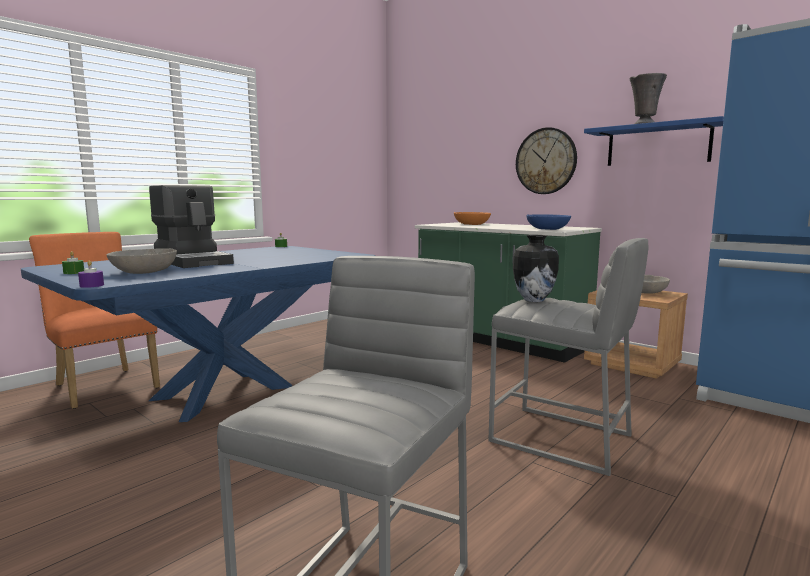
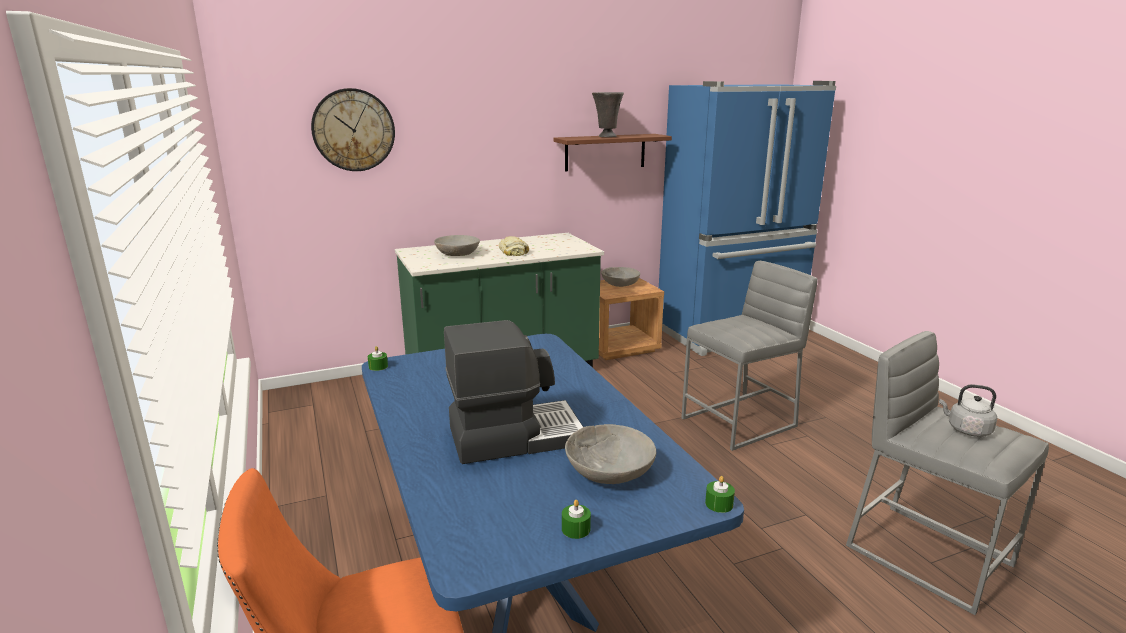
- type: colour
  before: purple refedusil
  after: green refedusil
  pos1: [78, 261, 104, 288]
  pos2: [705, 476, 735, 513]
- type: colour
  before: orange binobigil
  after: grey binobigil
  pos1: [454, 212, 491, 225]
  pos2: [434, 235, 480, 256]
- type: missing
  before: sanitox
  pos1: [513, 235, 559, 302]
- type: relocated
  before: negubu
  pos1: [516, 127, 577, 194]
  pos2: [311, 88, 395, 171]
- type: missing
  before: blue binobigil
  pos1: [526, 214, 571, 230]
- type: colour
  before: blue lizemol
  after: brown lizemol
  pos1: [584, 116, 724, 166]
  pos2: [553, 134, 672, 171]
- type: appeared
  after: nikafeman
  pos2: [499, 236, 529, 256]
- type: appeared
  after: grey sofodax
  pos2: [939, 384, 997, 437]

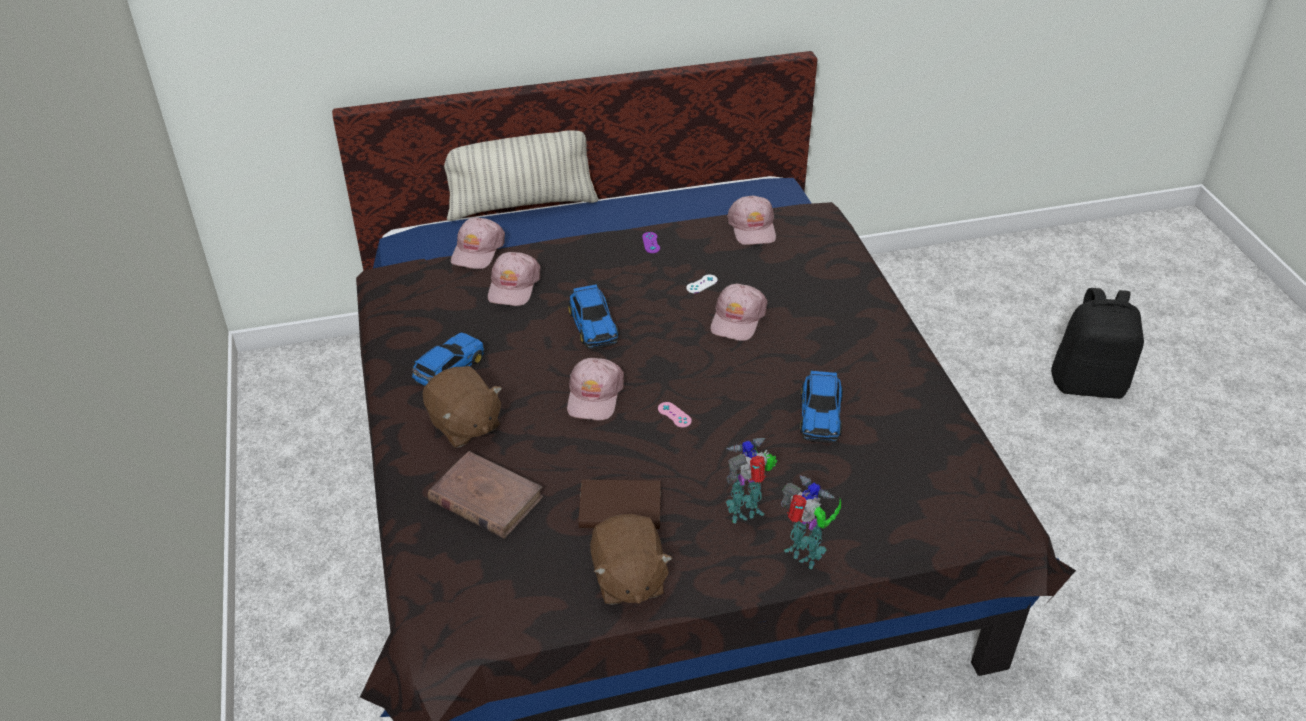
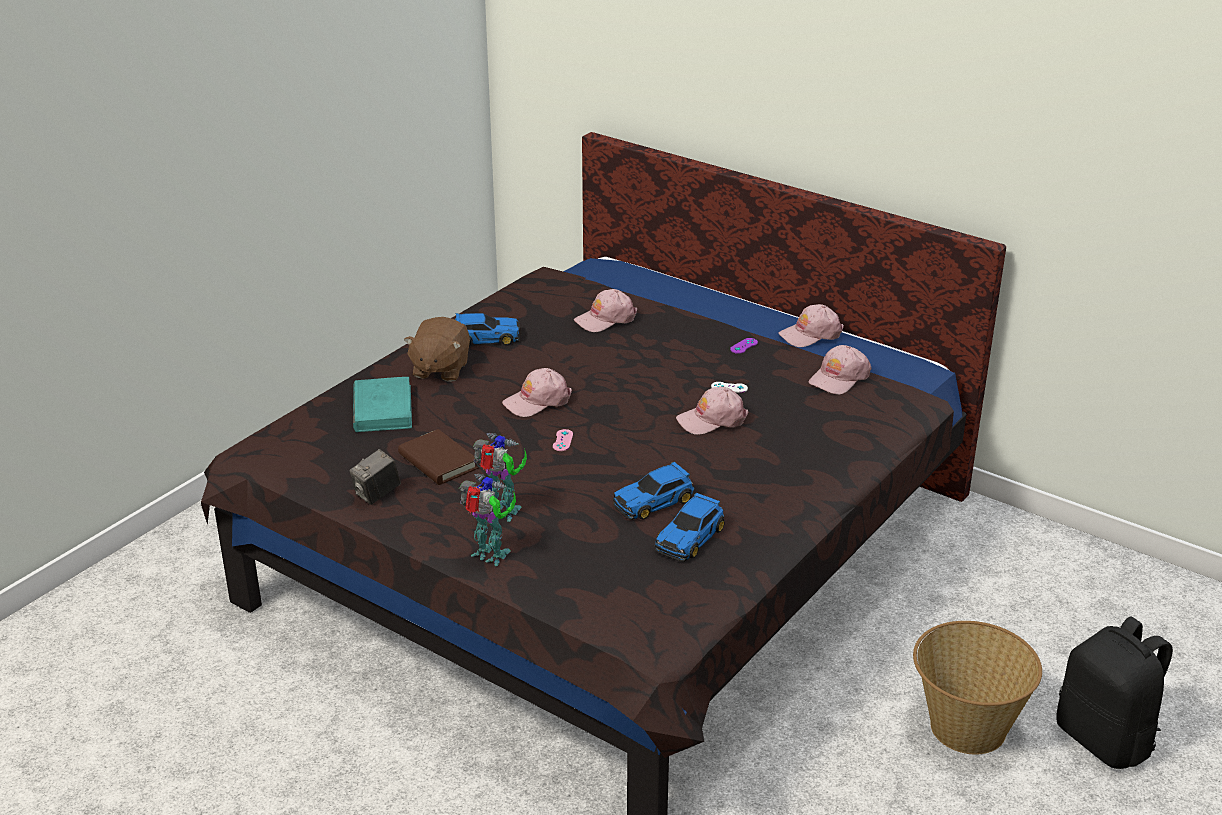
- type: colour
  before: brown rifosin
  after: turquoise rifosin
  pos1: [428, 451, 543, 539]
  pos2: [353, 377, 412, 432]
- type: missing
  before: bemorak
  pos1: [444, 130, 599, 221]
- type: relocated
  before: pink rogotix
  pos1: [451, 217, 505, 269]
  pos2: [778, 304, 844, 347]
- type: relocated
  before: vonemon
  pos1: [568, 284, 619, 349]
  pos2: [654, 493, 725, 562]
- type: exchanged
  before: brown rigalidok
  after: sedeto
  pos1: [590, 514, 673, 605]
  pos2: [349, 449, 401, 505]
- type: spun
  before: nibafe
  pos1: [781, 475, 841, 569]
  pos2: [459, 474, 516, 566]
  turn: -60
- type: appeared
  after: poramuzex
  pos2: [913, 621, 1042, 755]

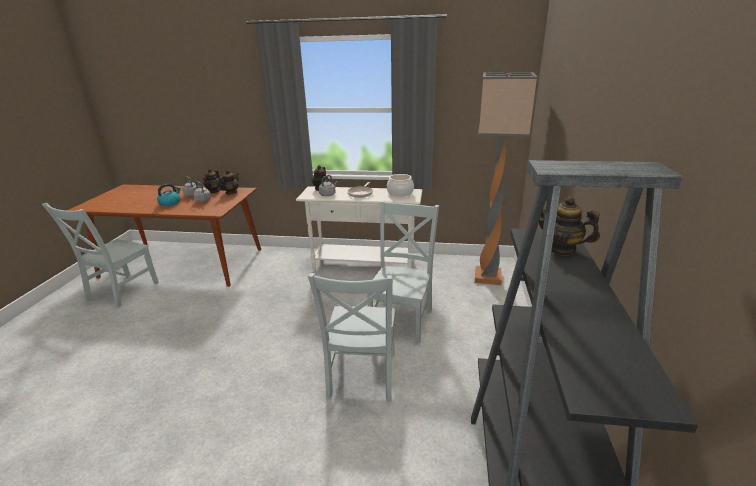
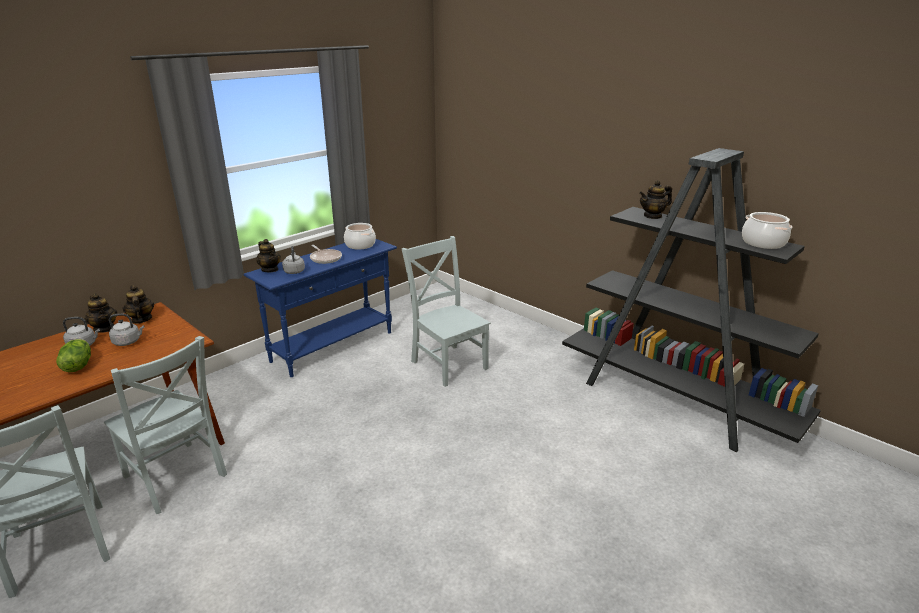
- type: exchanged
  before: sofodax
  after: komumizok
  pos1: [157, 184, 181, 206]
  pos2: [56, 339, 91, 372]
- type: colour
  before: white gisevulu
  after: blue gisevulu
  pos1: [296, 186, 423, 271]
  pos2: [244, 239, 397, 377]
- type: relocated
  before: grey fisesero
  pos1: [308, 273, 395, 402]
  pos2: [104, 336, 227, 514]
- type: missing
  before: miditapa
  pos1: [475, 72, 538, 285]
- type: appeared
  after: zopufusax
  pos2: [742, 212, 792, 249]

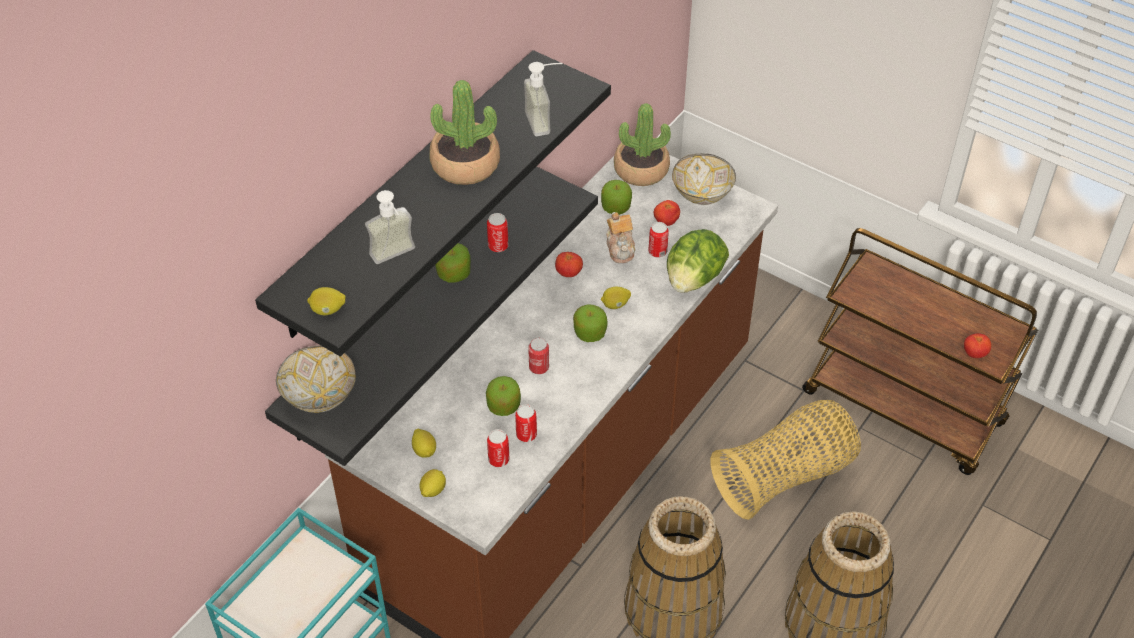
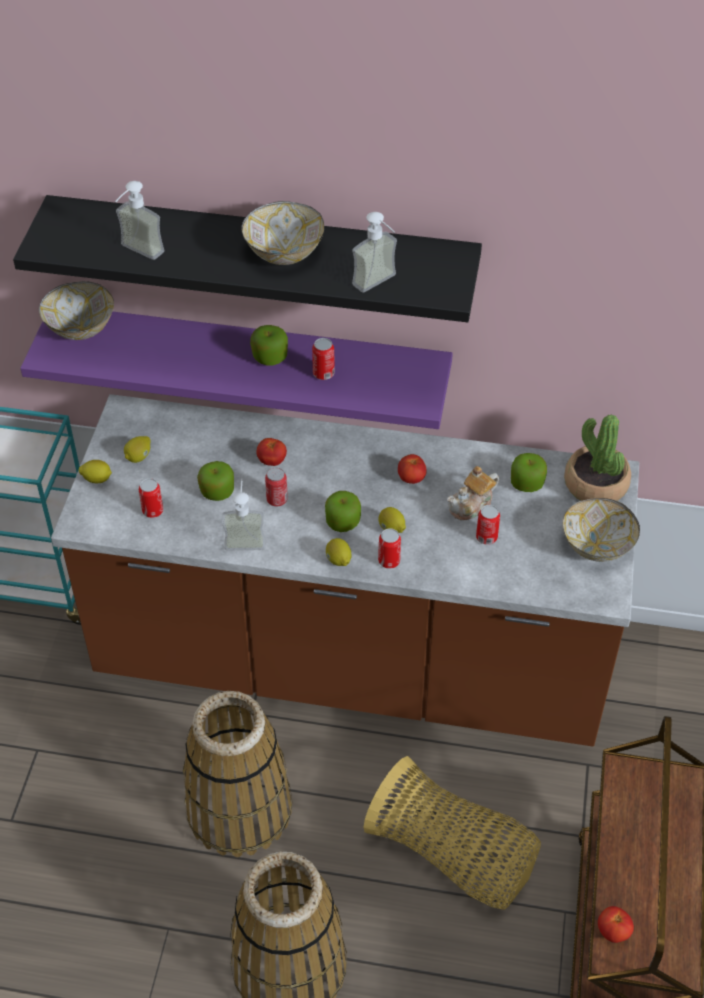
- type: colour
  before: black lizemol
  after: purple lizemol
  pos1: [265, 166, 598, 466]
  pos2: [20, 312, 453, 429]
- type: relocated
  before: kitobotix
  pos1: [307, 287, 345, 315]
  pos2: [326, 538, 351, 566]
- type: exchanged
  before: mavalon
  after: binobigil
  pos1: [429, 80, 500, 185]
  pos2: [241, 201, 324, 265]
- type: relocated
  before: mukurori
  pos1: [515, 404, 537, 442]
  pos2: [378, 528, 401, 569]
- type: relocated
  before: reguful
  pos1: [654, 200, 680, 226]
  pos2: [256, 438, 287, 466]
- type: missing
  before: komumizok
  pos1: [667, 229, 729, 293]
- type: appeared
  after: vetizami
  pos2: [222, 479, 266, 550]

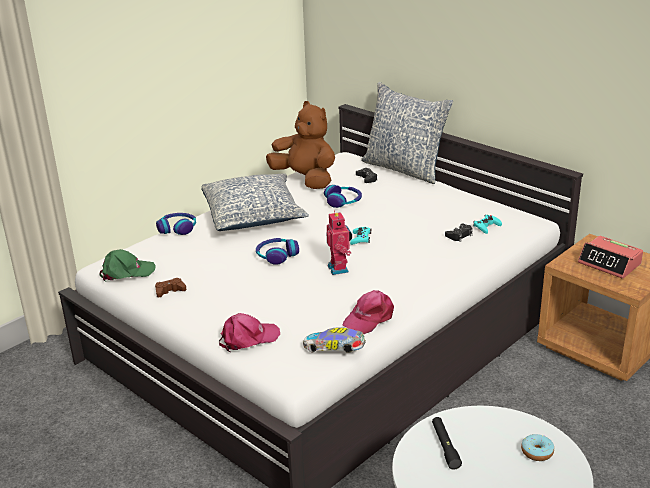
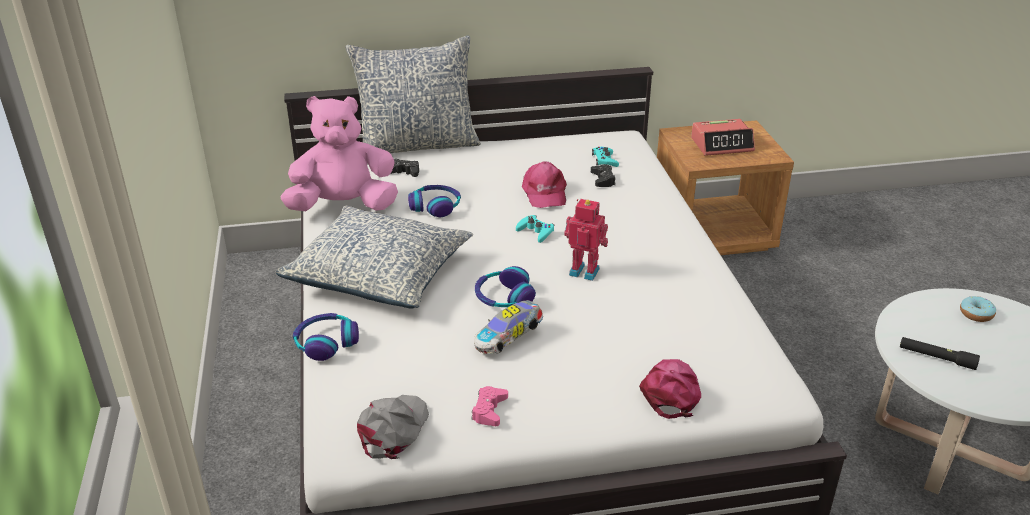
- type: colour
  before: green rogotix
  after: grey rogotix
  pos1: [99, 249, 156, 282]
  pos2: [357, 395, 429, 459]
- type: colour
  before: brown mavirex
  after: pink mavirex
  pos1: [155, 278, 187, 297]
  pos2: [471, 386, 508, 426]
- type: colour
  before: brown rigalidok
  after: pink rigalidok
  pos1: [266, 101, 335, 189]
  pos2: [281, 96, 398, 211]
- type: relocated
  before: vonemon
  pos1: [303, 328, 366, 353]
  pos2: [474, 300, 543, 354]
- type: relocated
  before: pink rogotix
  pos1: [343, 290, 394, 334]
  pos2: [522, 161, 567, 208]

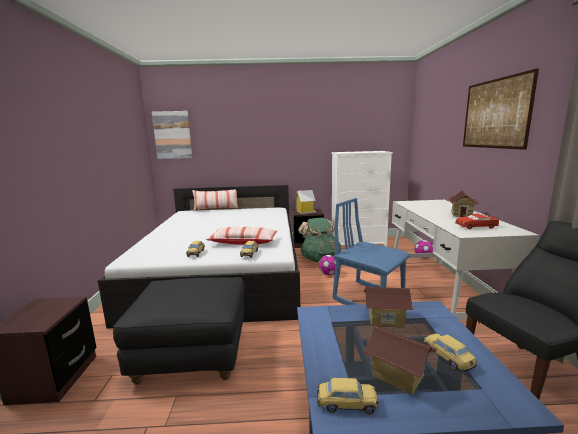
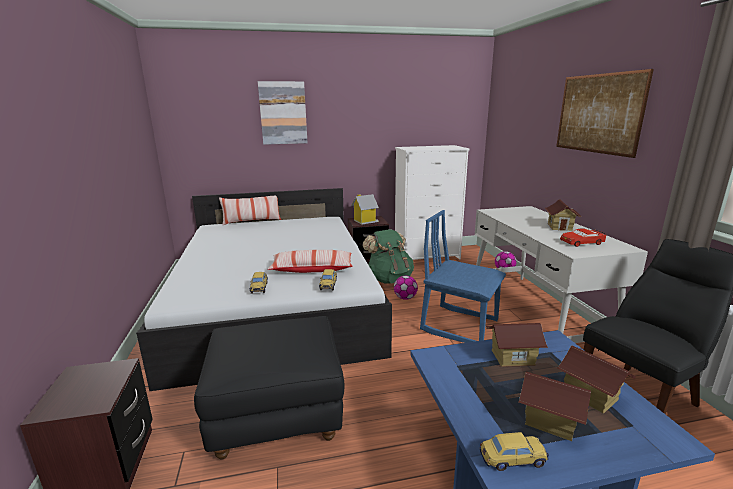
- type: relocated
  before: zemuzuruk
  pos1: [152, 111, 192, 159]
  pos2: [258, 81, 308, 145]
- type: exchanged
  before: vonemon
  after: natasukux
  pos1: [423, 333, 477, 371]
  pos2: [557, 345, 636, 414]

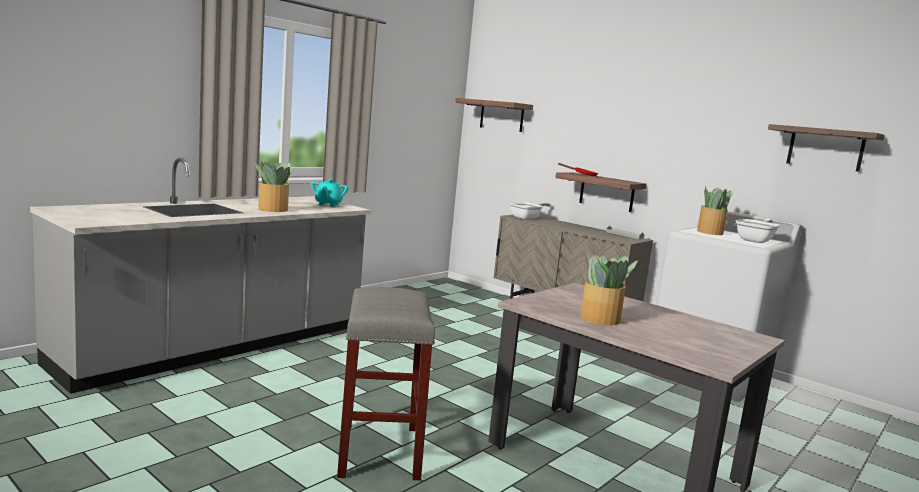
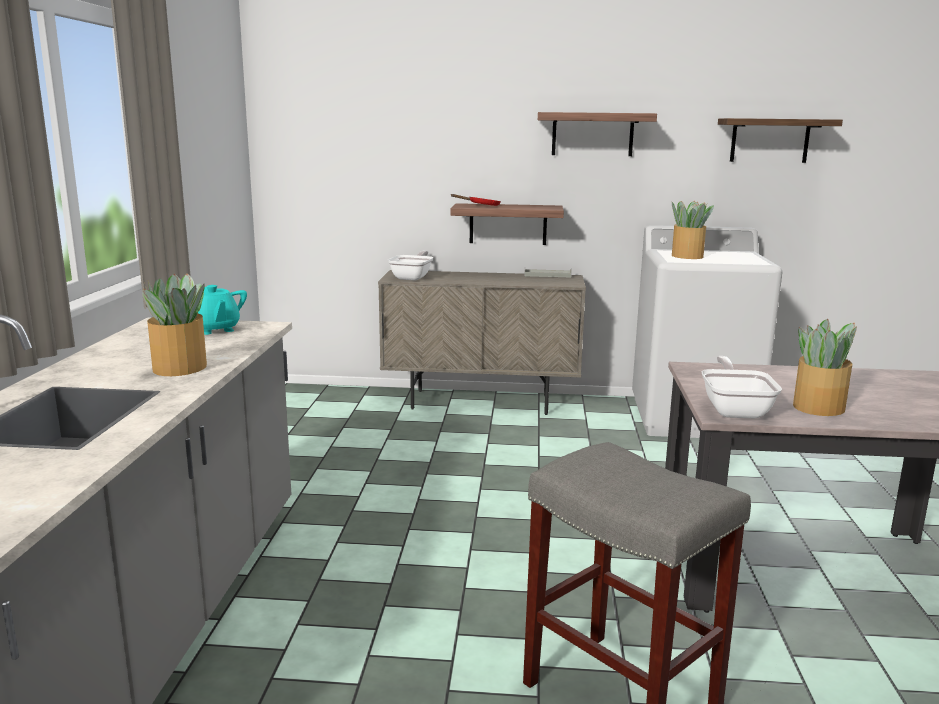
- type: relocated
  before: lizemol
  pos1: [455, 98, 533, 132]
  pos2: [538, 112, 657, 156]
- type: relocated
  before: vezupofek
  pos1: [736, 219, 780, 243]
  pos2: [702, 356, 782, 418]

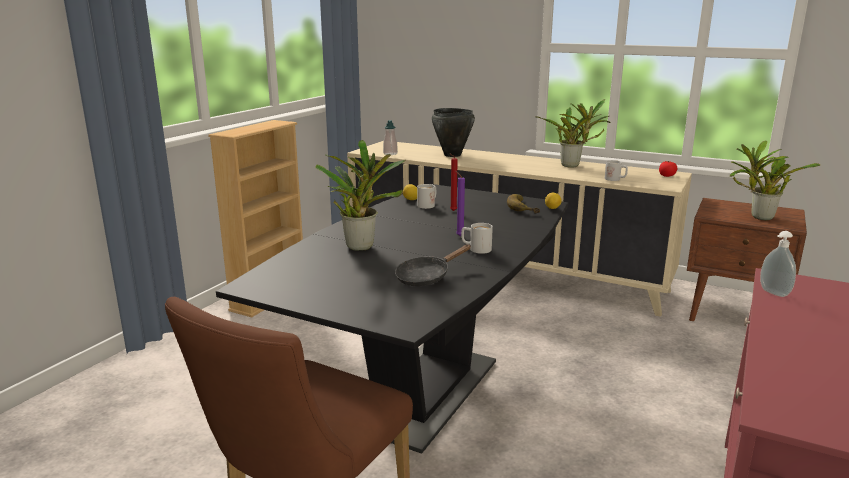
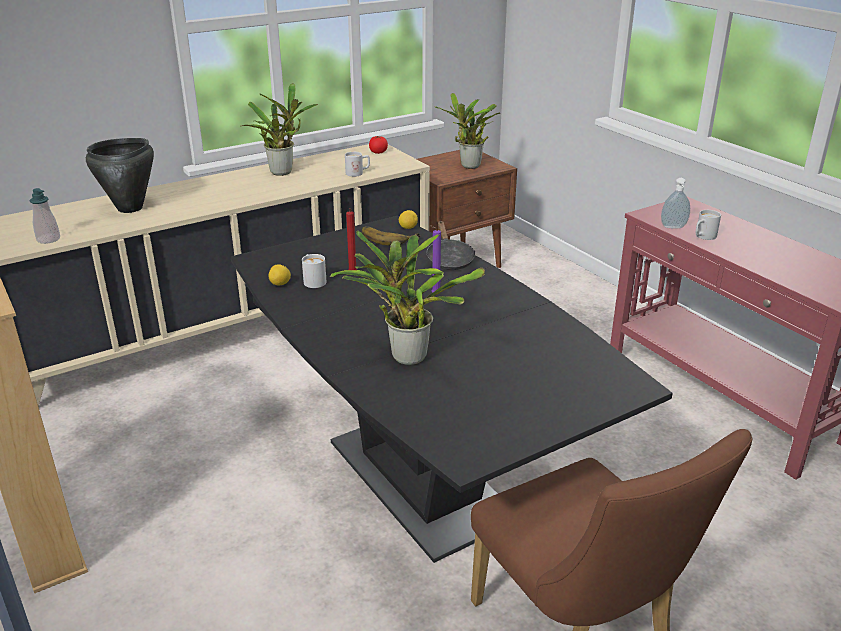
- type: relocated
  before: black vezupofek
  pos1: [395, 244, 471, 286]
  pos2: [426, 221, 475, 270]
- type: relocated
  before: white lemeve
  pos1: [461, 223, 493, 254]
  pos2: [696, 210, 721, 240]

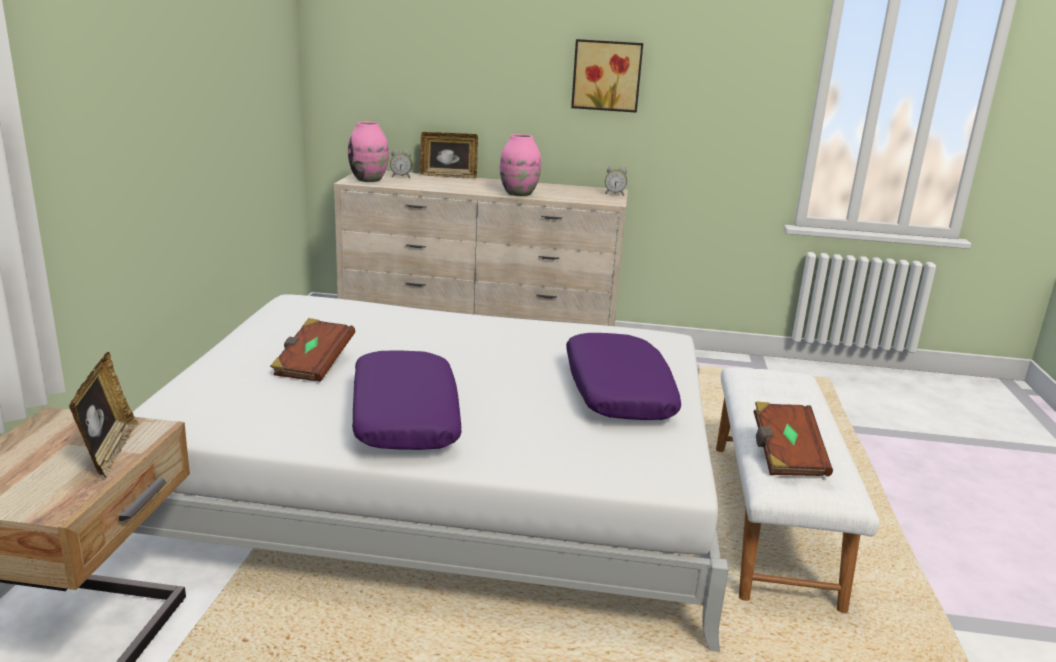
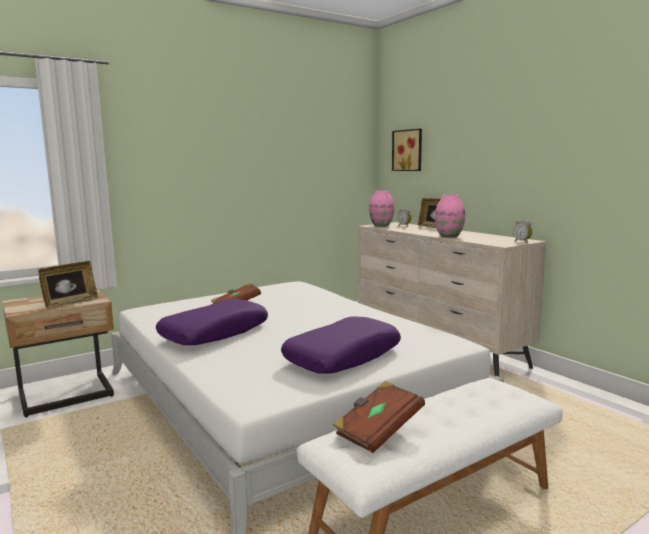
- type: relocated
  before: zemuzuruk
  pos1: [571, 39, 643, 113]
  pos2: [392, 129, 422, 171]

